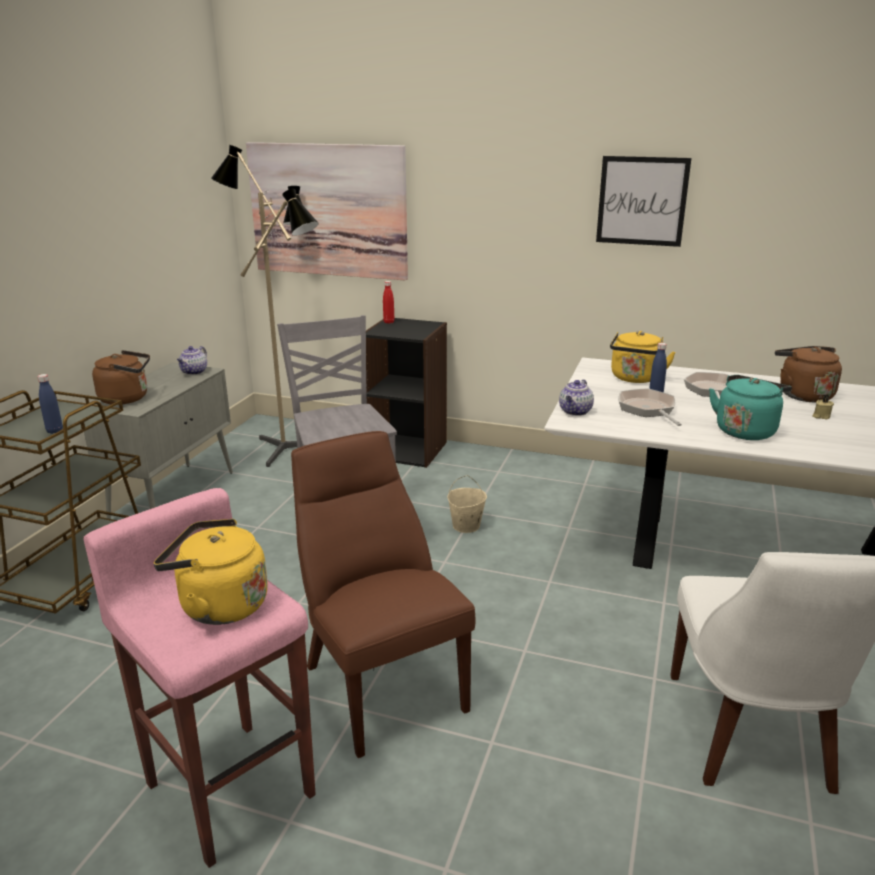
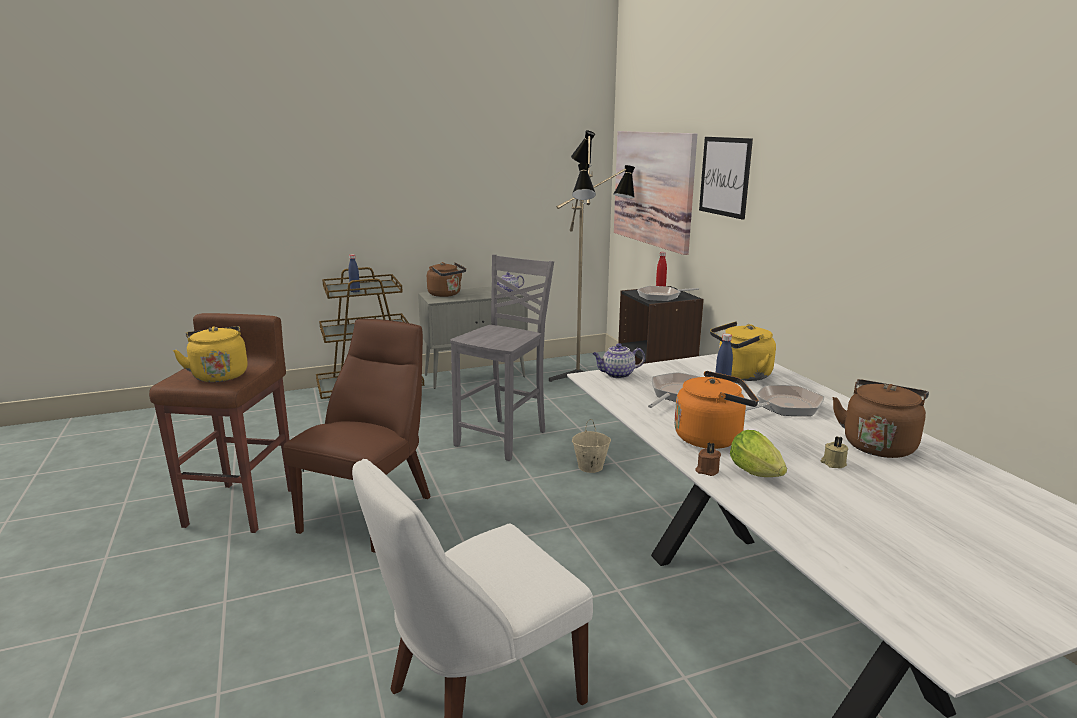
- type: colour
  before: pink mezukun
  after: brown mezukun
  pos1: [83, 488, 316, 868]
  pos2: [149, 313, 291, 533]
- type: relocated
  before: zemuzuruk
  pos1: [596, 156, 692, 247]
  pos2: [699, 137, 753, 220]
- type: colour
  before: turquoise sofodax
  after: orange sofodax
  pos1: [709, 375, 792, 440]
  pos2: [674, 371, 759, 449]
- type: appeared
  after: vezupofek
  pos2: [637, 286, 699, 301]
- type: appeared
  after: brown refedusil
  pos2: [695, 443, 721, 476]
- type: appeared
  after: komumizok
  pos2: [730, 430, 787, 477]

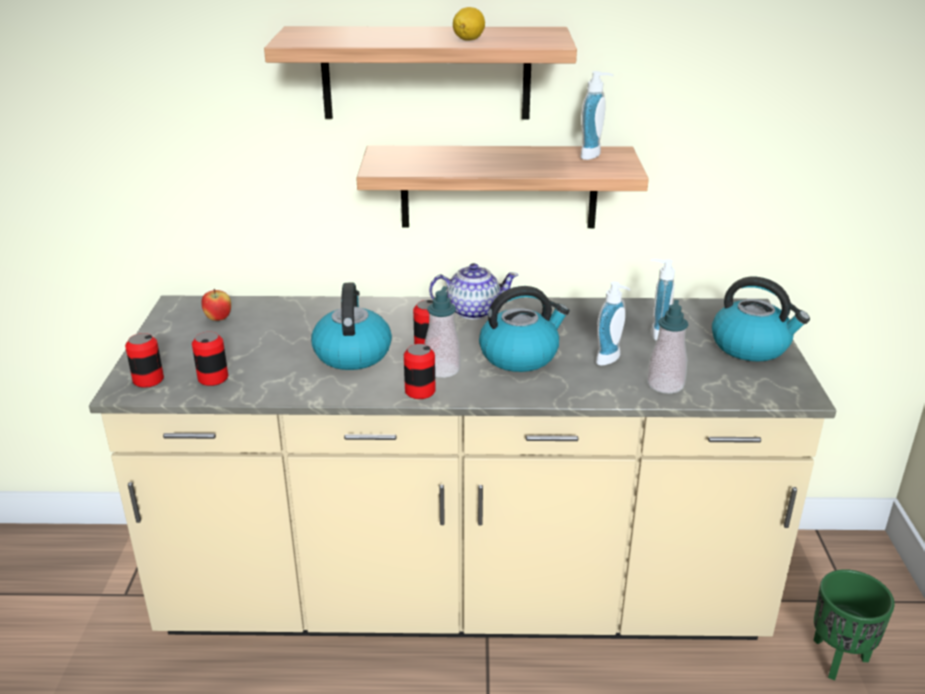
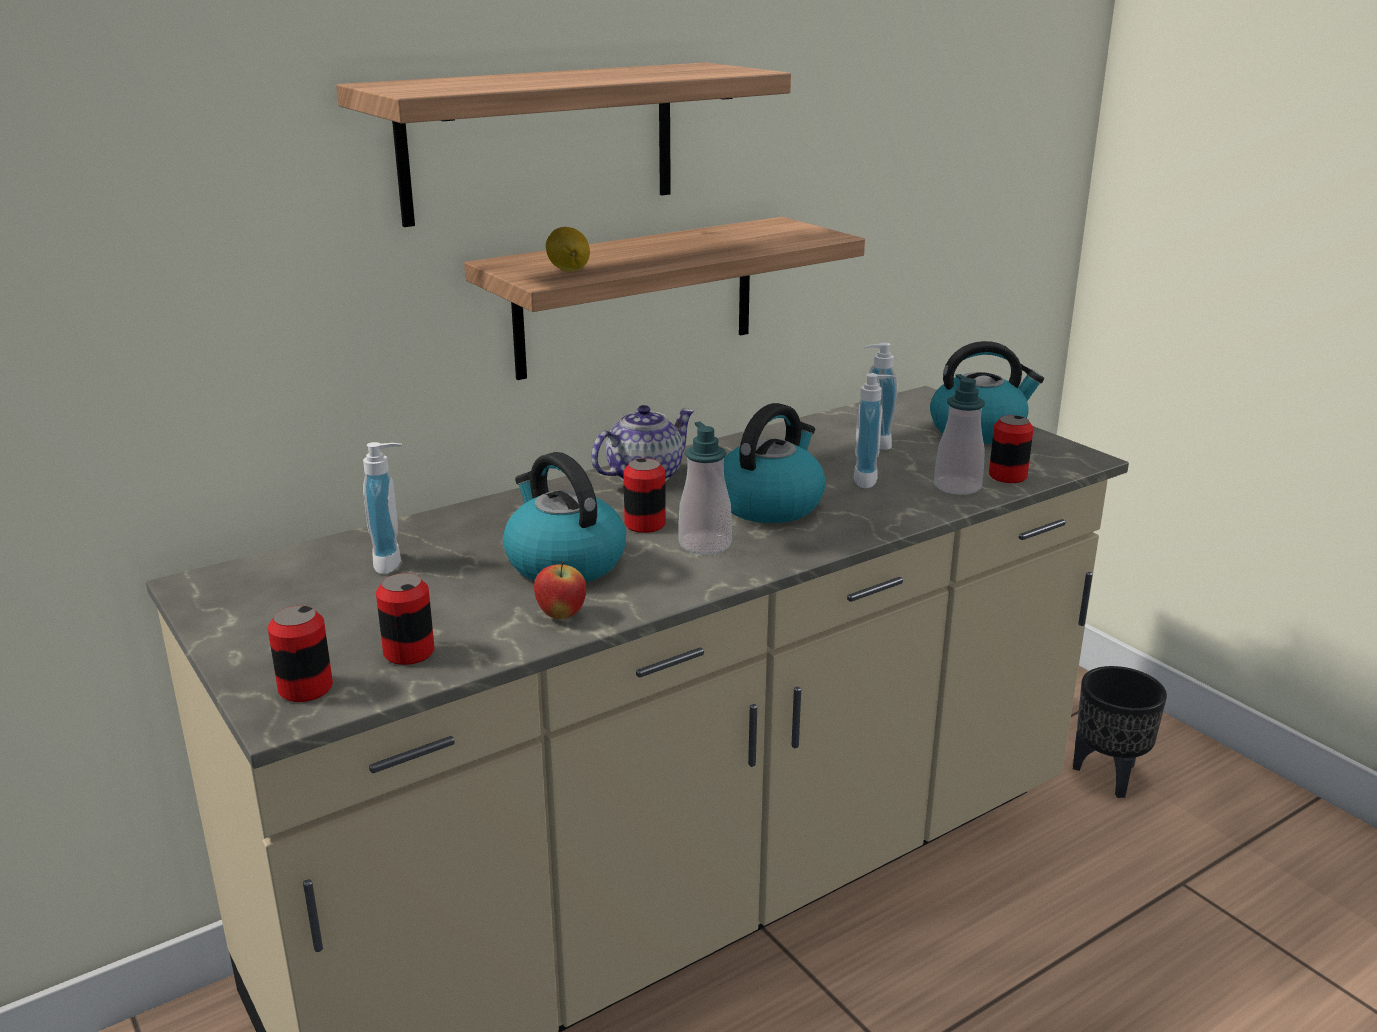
- type: relocated
  before: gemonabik
  pos1: [201, 289, 231, 321]
  pos2: [534, 561, 586, 619]
- type: relocated
  before: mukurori
  pos1: [404, 344, 436, 399]
  pos2: [989, 415, 1034, 483]
- type: relocated
  before: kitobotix
  pos1: [453, 7, 485, 41]
  pos2: [546, 227, 590, 272]
- type: relocated
  before: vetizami
  pos1: [580, 71, 614, 160]
  pos2: [363, 442, 402, 574]
- type: colour
  before: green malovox
  after: black malovox
  pos1: [814, 569, 895, 680]
  pos2: [1073, 666, 1167, 798]

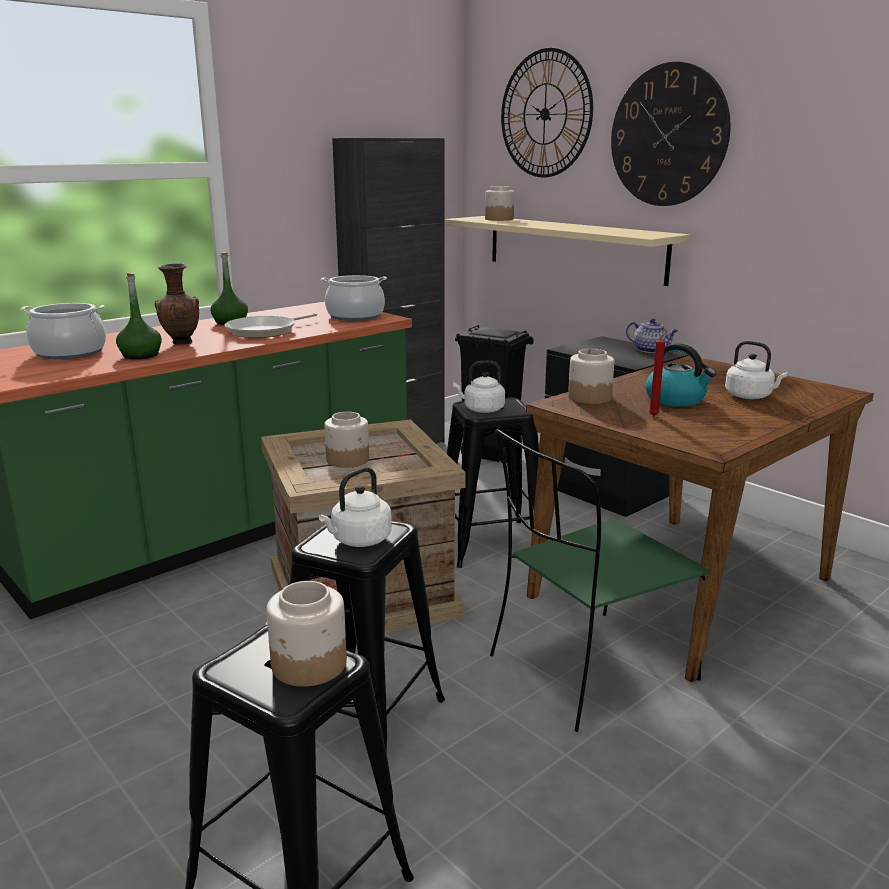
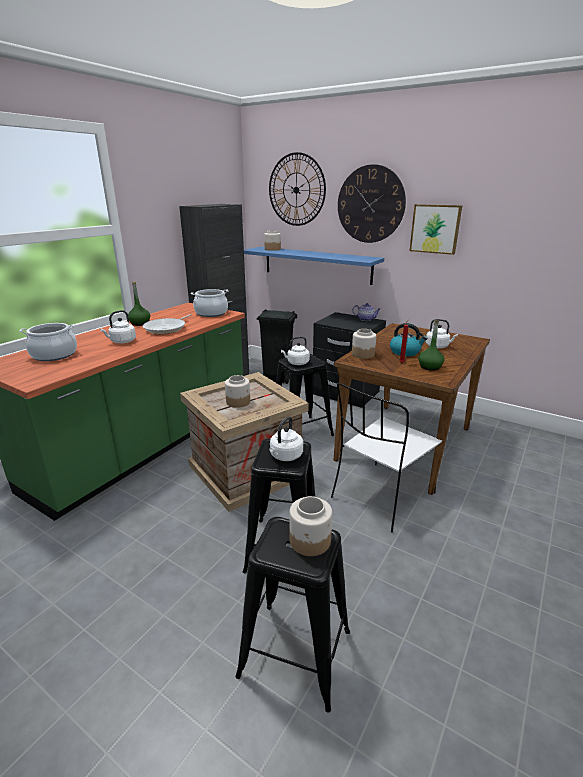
- type: relocated
  before: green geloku
  pos1: [116, 273, 162, 359]
  pos2: [418, 320, 445, 371]
- type: exchanged
  before: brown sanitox
  after: white sofodax
  pos1: [155, 263, 199, 345]
  pos2: [100, 310, 136, 343]
- type: colour
  before: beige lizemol
  after: blue lizemol
  pos1: [444, 216, 690, 286]
  pos2: [244, 247, 384, 285]
- type: colour
  before: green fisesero
  after: white fisesero
  pos1: [490, 429, 710, 732]
  pos2: [331, 383, 442, 533]
- type: appeared
  after: zemuzuruk
  pos2: [410, 204, 462, 255]

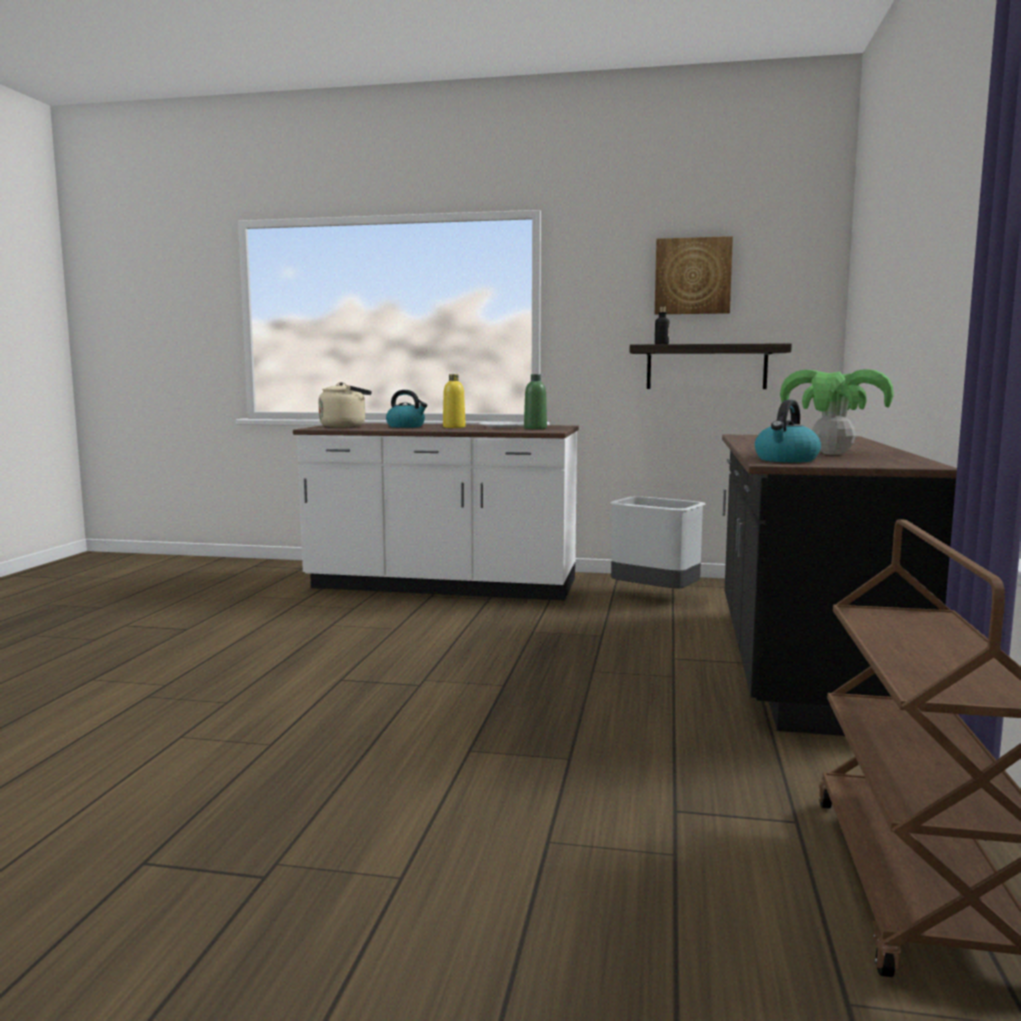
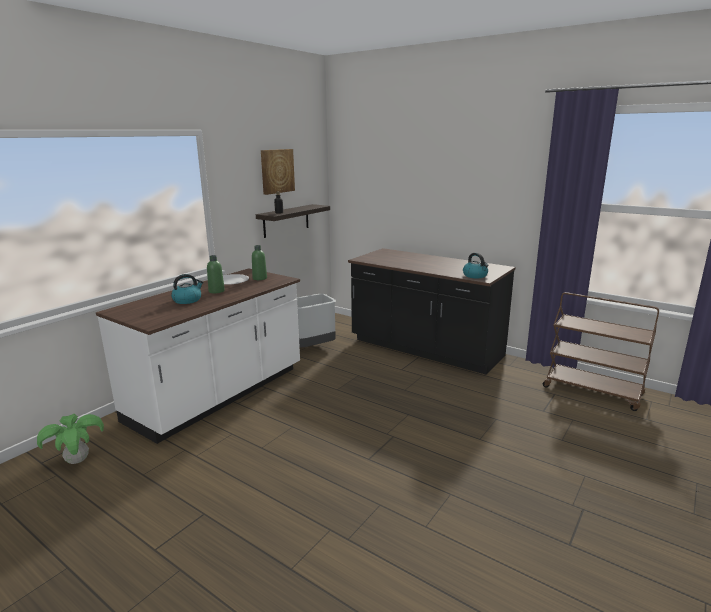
- type: missing
  before: beige sofodax
  pos1: [319, 382, 372, 428]
- type: colour
  before: yellow geloku
  after: green geloku
  pos1: [443, 374, 466, 428]
  pos2: [207, 255, 225, 293]
- type: relocated
  before: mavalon
  pos1: [780, 369, 894, 455]
  pos2: [37, 414, 104, 464]

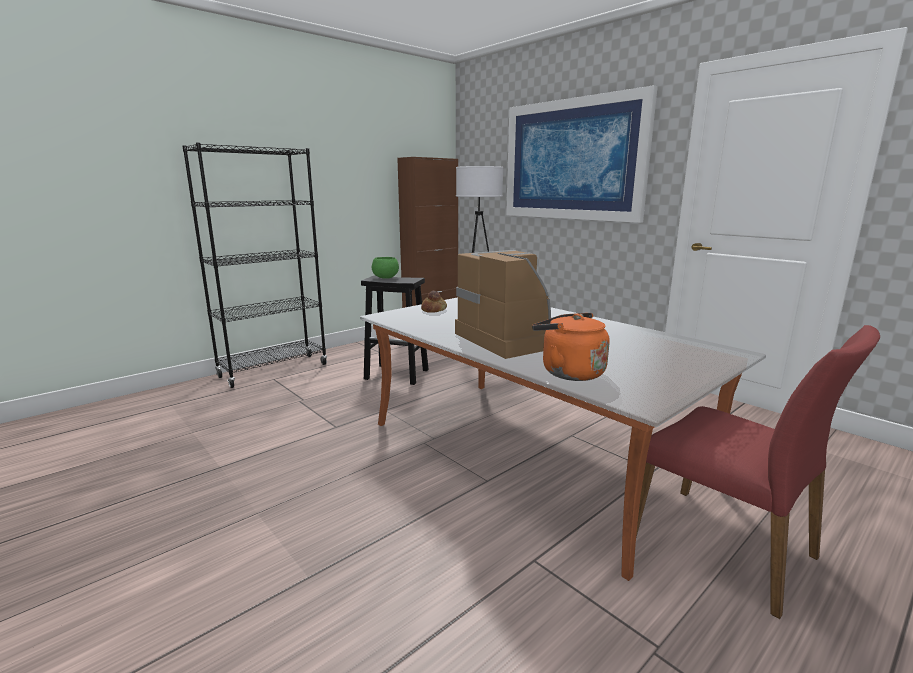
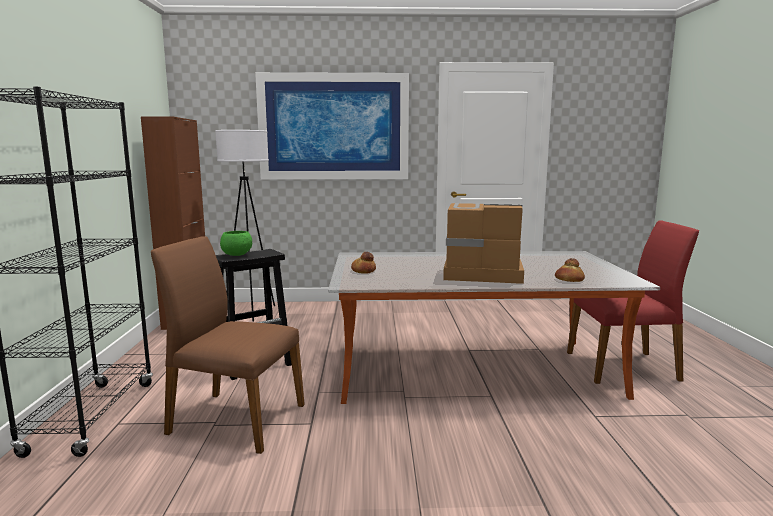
- type: exchanged
  before: orange sofodax
  after: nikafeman
  pos1: [532, 313, 610, 381]
  pos2: [555, 258, 585, 282]
- type: appeared
  after: brown fisesero
  pos2: [151, 236, 305, 454]

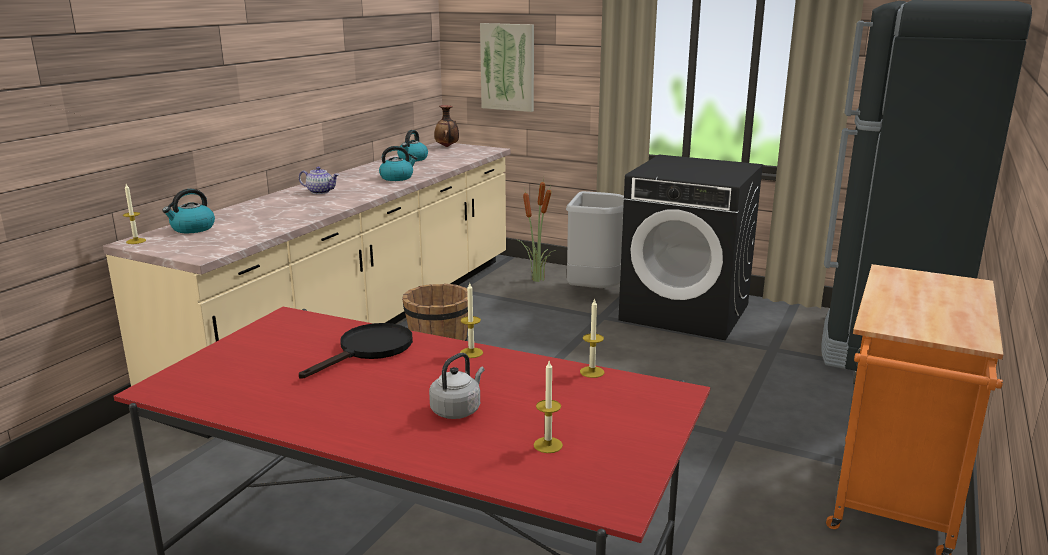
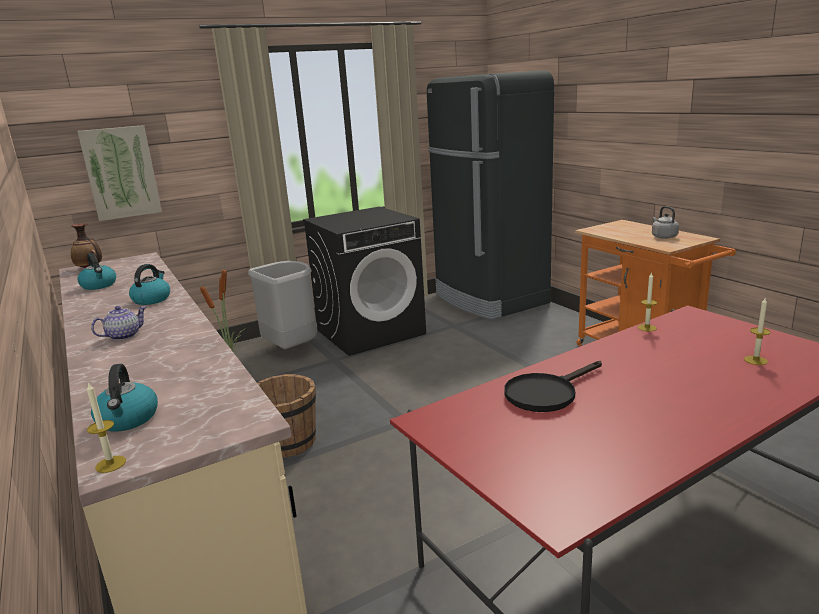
- type: spun
  before: black vezupofek
  pos1: [299, 323, 413, 379]
  pos2: [504, 361, 602, 412]
  turn: -105
- type: relocated
  before: grey sofodax
  pos1: [429, 353, 484, 419]
  pos2: [652, 206, 679, 239]
- type: missing
  before: refedusil
  pos1: [460, 283, 483, 358]

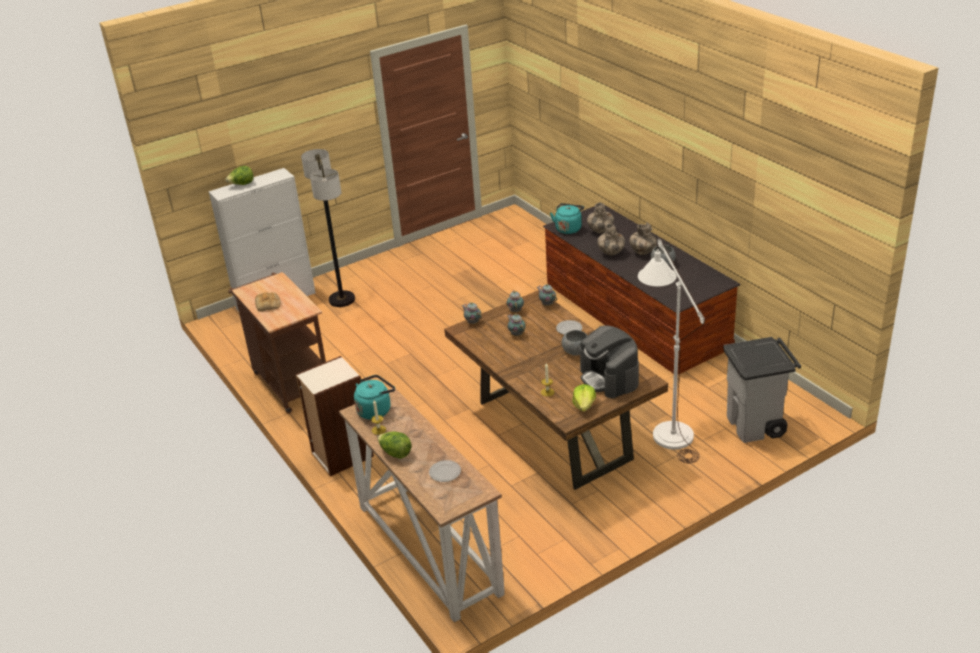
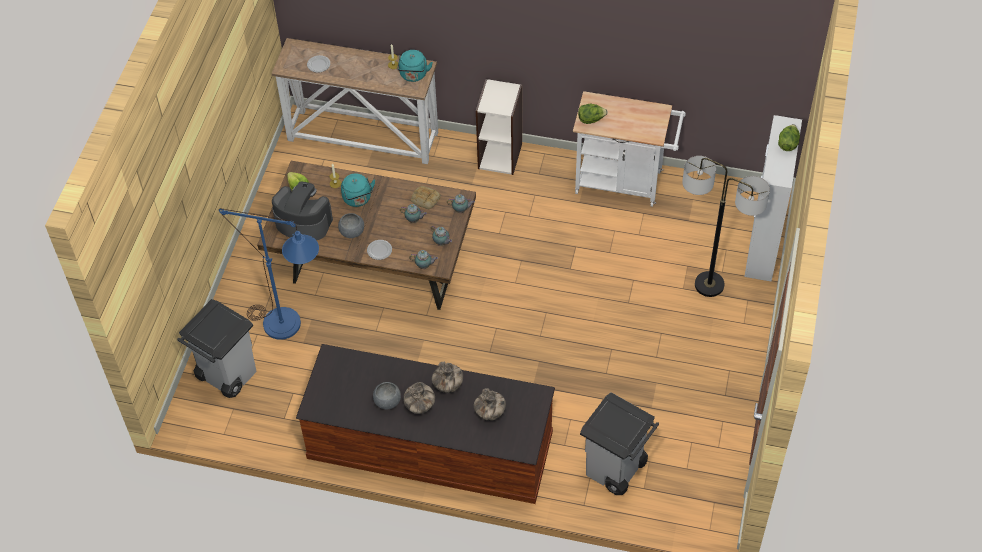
- type: colour
  before: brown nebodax
  after: white nebodax
  pos1: [228, 272, 326, 414]
  pos2: [573, 91, 686, 207]
- type: relocated
  before: nikafeman
  pos1: [255, 292, 280, 312]
  pos2: [411, 186, 441, 210]
- type: relocated
  before: komumizok
  pos1: [377, 431, 412, 459]
  pos2: [578, 104, 608, 124]
- type: relocated
  before: turquoise sofodax
  pos1: [550, 203, 584, 234]
  pos2: [341, 173, 375, 207]
- type: colour
  before: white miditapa
  after: blue miditapa
  pos1: [638, 238, 705, 463]
  pos2: [219, 208, 319, 340]
- type: appeared
  after: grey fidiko
  pos2: [580, 392, 659, 495]

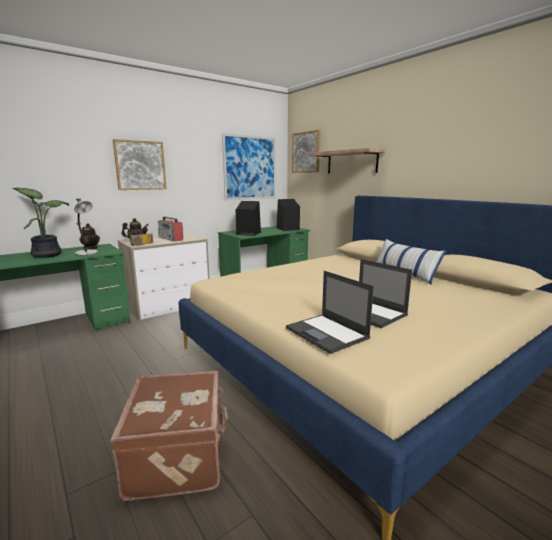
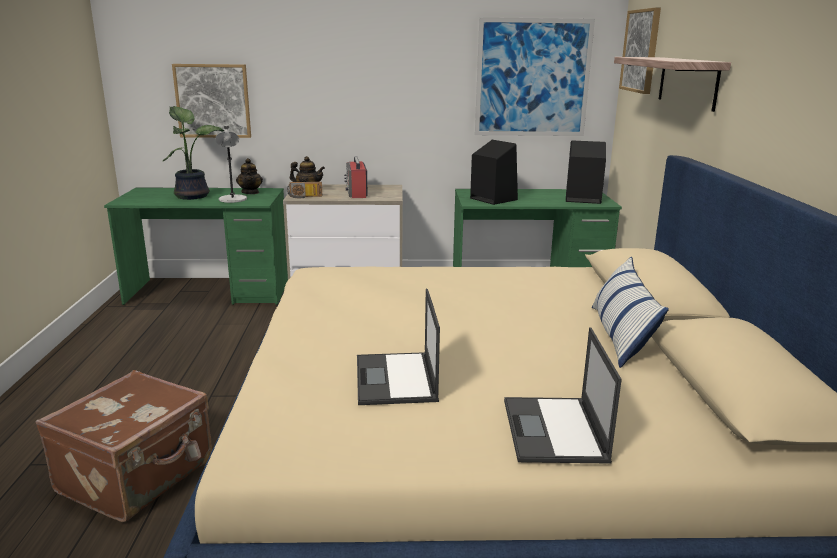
- type: relocated
  before: zemuzuruk
  pos1: [113, 139, 167, 190]
  pos2: [172, 64, 251, 138]
- type: relocated
  before: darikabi
  pos1: [286, 271, 374, 354]
  pos2: [504, 327, 622, 464]

